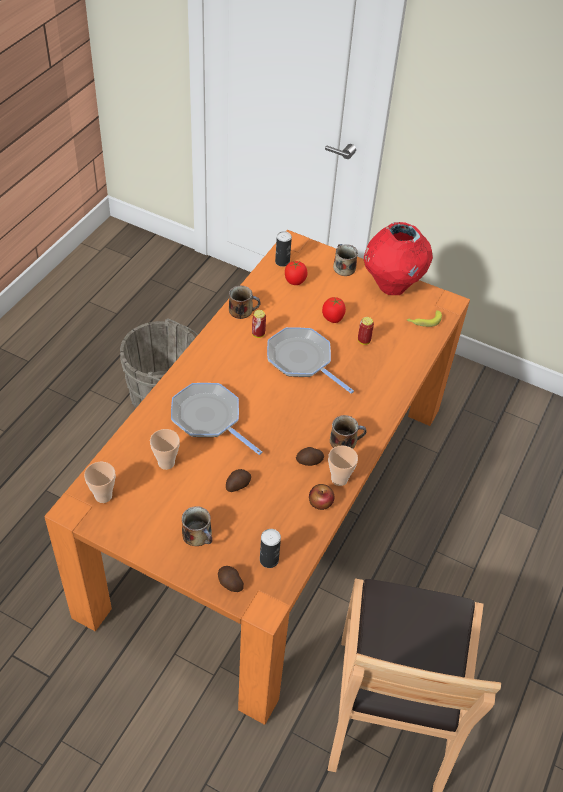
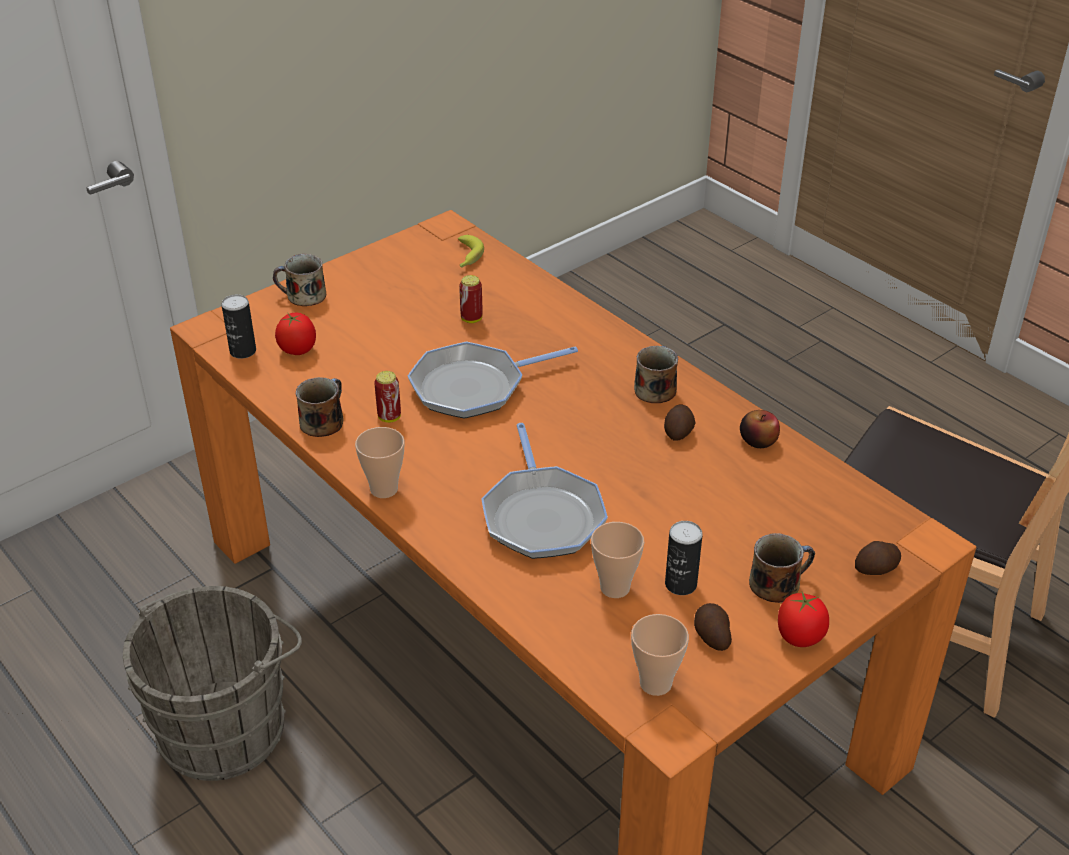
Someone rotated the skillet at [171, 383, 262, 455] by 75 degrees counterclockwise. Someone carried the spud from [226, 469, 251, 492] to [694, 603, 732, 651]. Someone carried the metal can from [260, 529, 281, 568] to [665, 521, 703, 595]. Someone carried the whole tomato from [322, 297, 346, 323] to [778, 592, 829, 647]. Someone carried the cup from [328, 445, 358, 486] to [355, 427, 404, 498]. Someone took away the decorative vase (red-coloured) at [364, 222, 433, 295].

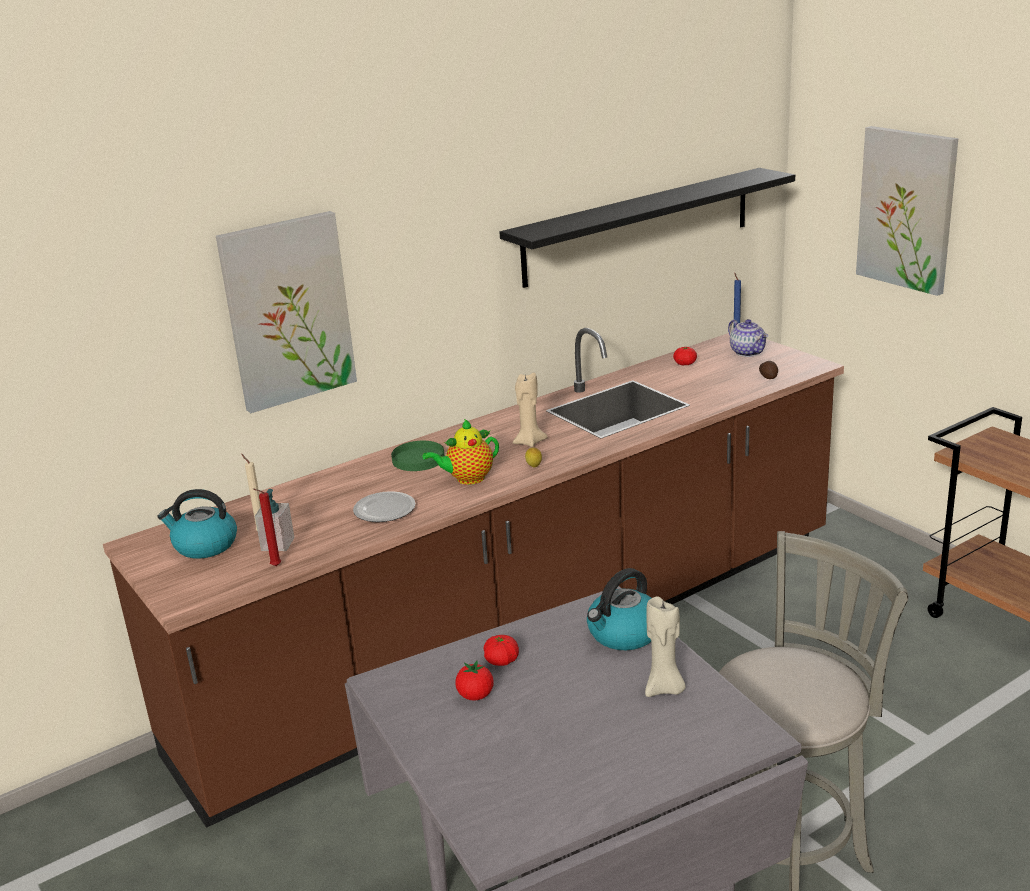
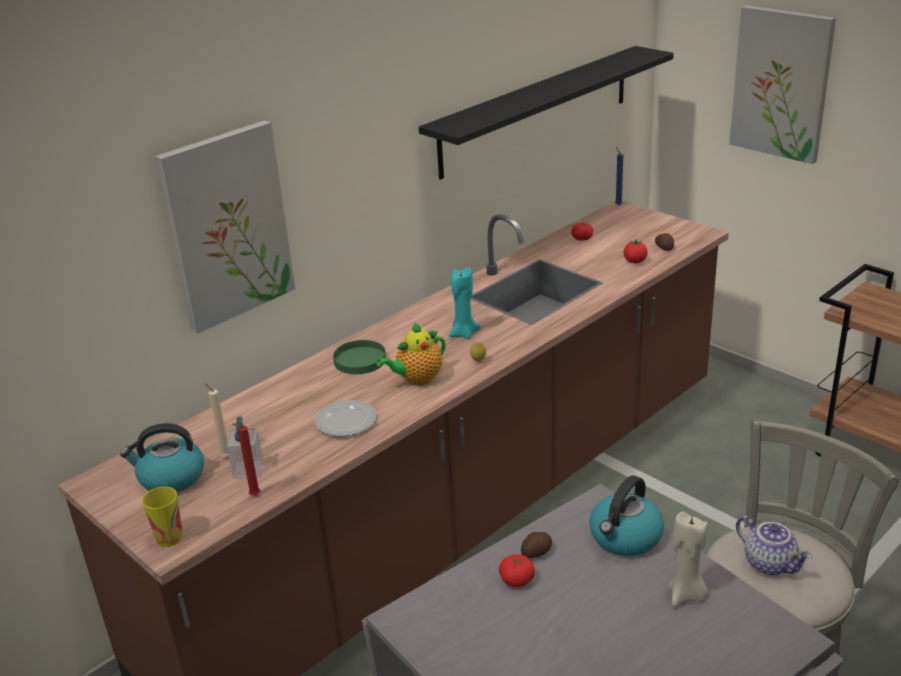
Someone carried the whole tomato from [456, 660, 494, 701] to [624, 240, 648, 263]. Someone repainted the wax light (beige) at [512, 373, 547, 447], which became the wax light (blue-green) at [449, 267, 481, 339]. Someone carried the pot for tea from [728, 319, 768, 357] to [736, 516, 812, 576]. Someone put down the cup at [142, 487, 183, 547]. Someone put down the spud at [521, 532, 552, 558].

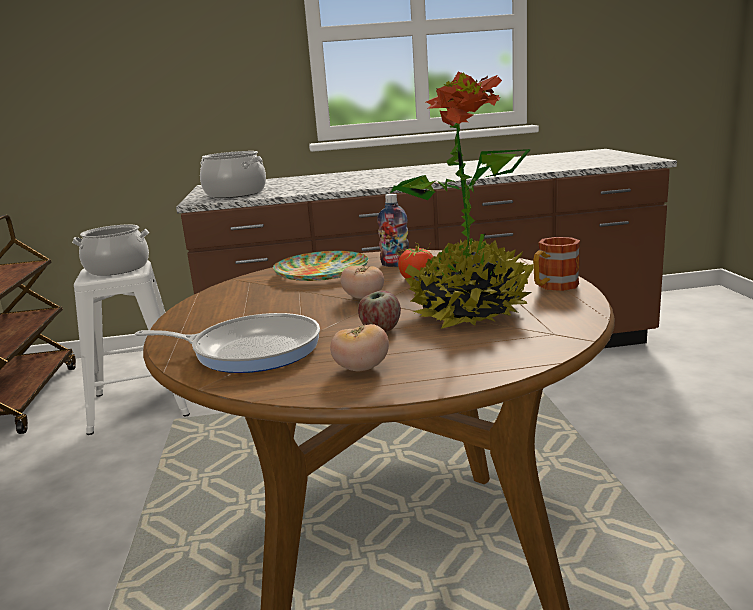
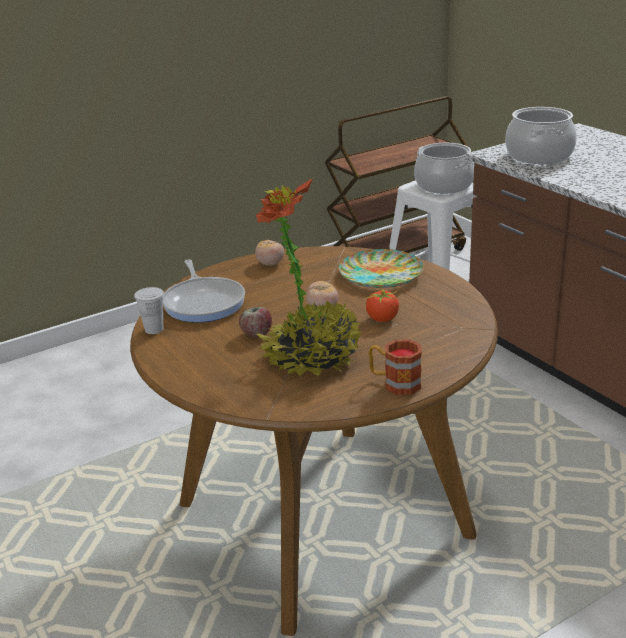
Someone carried the whole tomato from [330, 324, 389, 372] to [255, 240, 284, 266]. Someone took away the beverage bottle at [377, 194, 409, 267]. Someone put down the cup (white-coloured) at [134, 287, 164, 334].

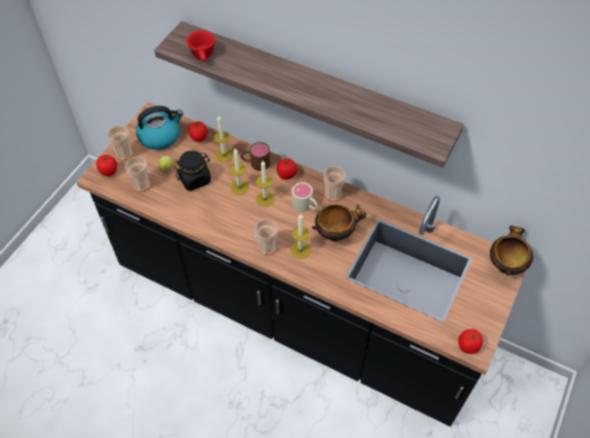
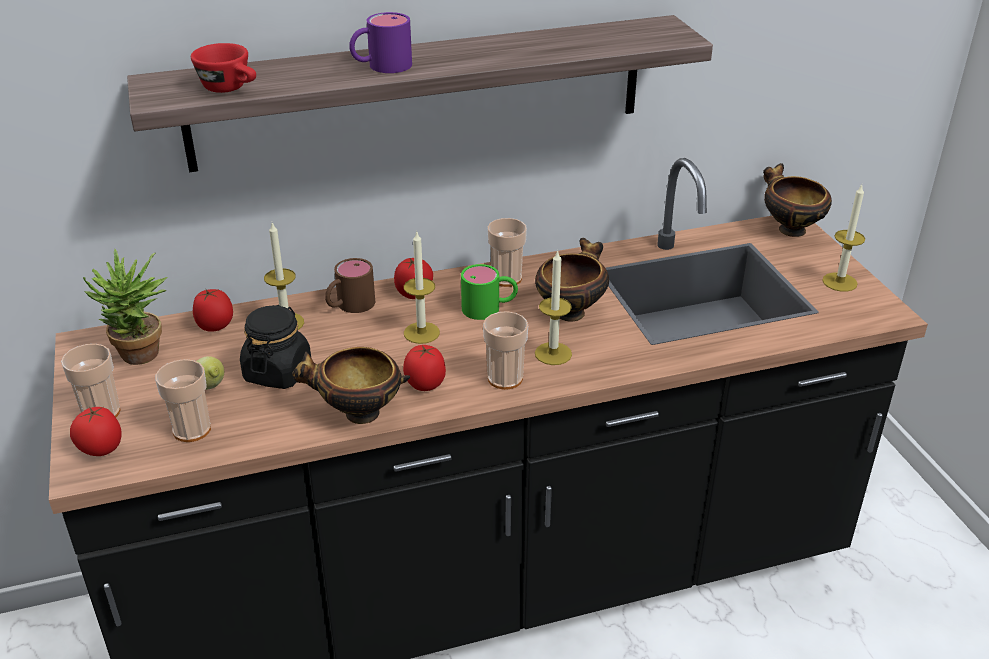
Someone swapped the water kettle at [136, 106, 183, 150] for the houseplant at [83, 249, 167, 365]. Someone carried the wax light from [229, 148, 249, 195] to [822, 185, 865, 292]. Someone repainted the tea mug (beige) at [292, 182, 318, 212], which became the tea mug (green-coloured) at [461, 264, 518, 320]. Someone carried the whole tomato from [458, 329, 483, 354] to [403, 345, 446, 391]. Someone put down the bowl at [292, 347, 410, 424]. Someone put down the tea mug (purplish) at [349, 12, 412, 73].

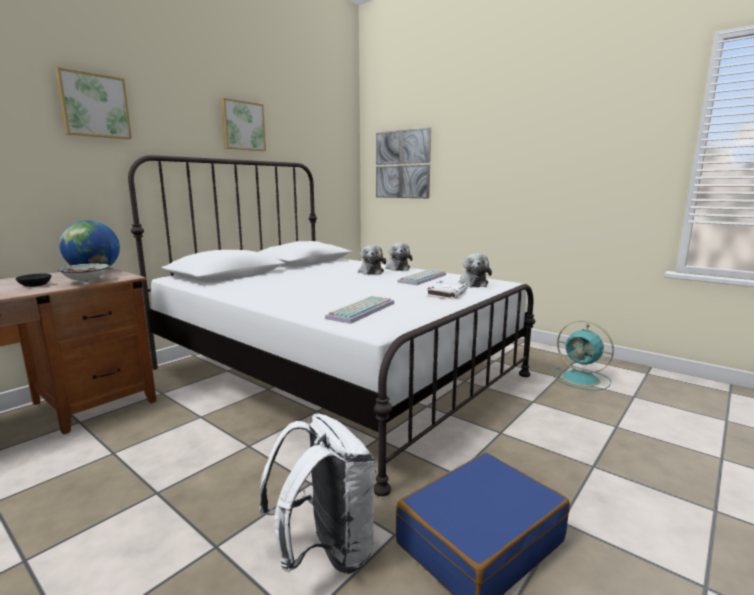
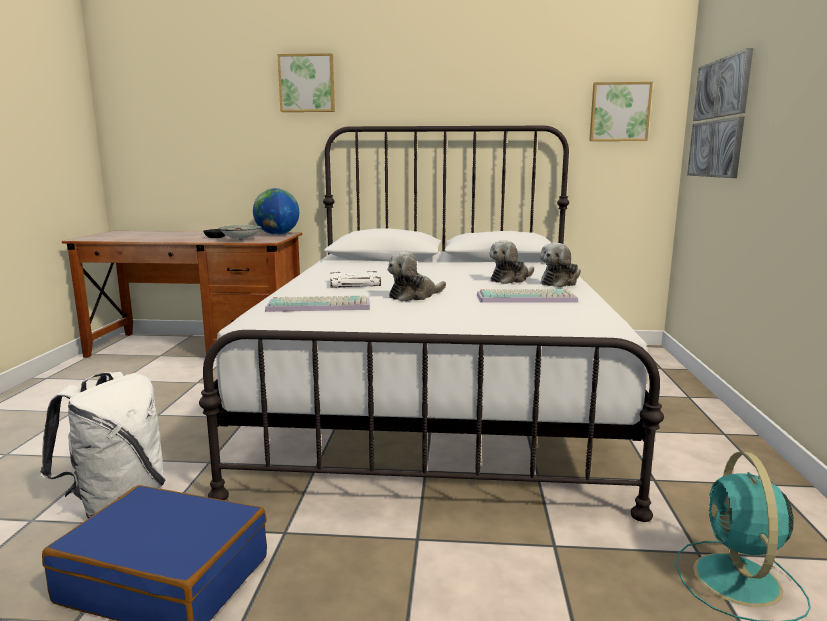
Someone carried the wall art from [220, 98, 266, 151] to [589, 82, 653, 141]. Someone carried the book (white-coloured) from [427, 281, 468, 299] to [329, 271, 381, 288]. Someone carried the soft toy from [458, 253, 492, 287] to [387, 251, 446, 302].

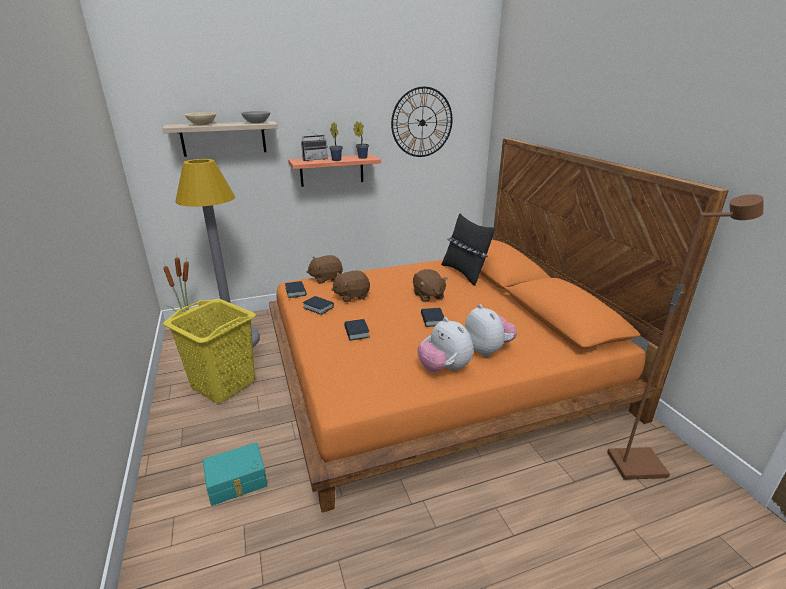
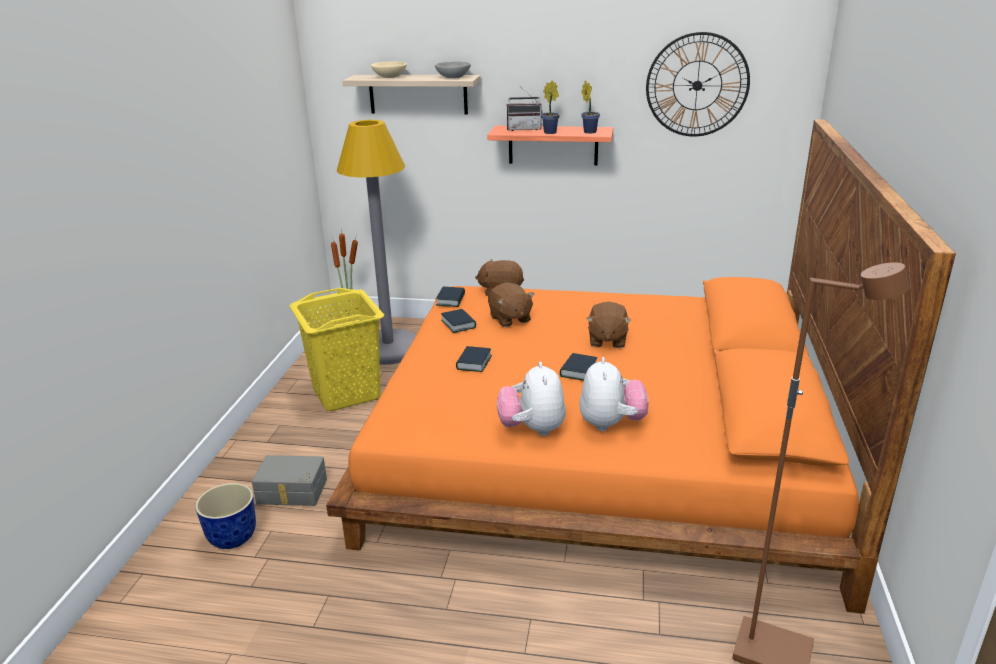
Someone repainted the storage container (blue-green) at [203, 442, 268, 506], which became the storage container (greyish) at [252, 455, 327, 506]. Someone rotated the soft toy (brownish) at [331, 270, 370, 302] by 120 degrees counterclockwise. Someone took away the throw pillow (blackish) at [441, 213, 496, 286]. Someone put down the flower pot at [195, 483, 256, 549].

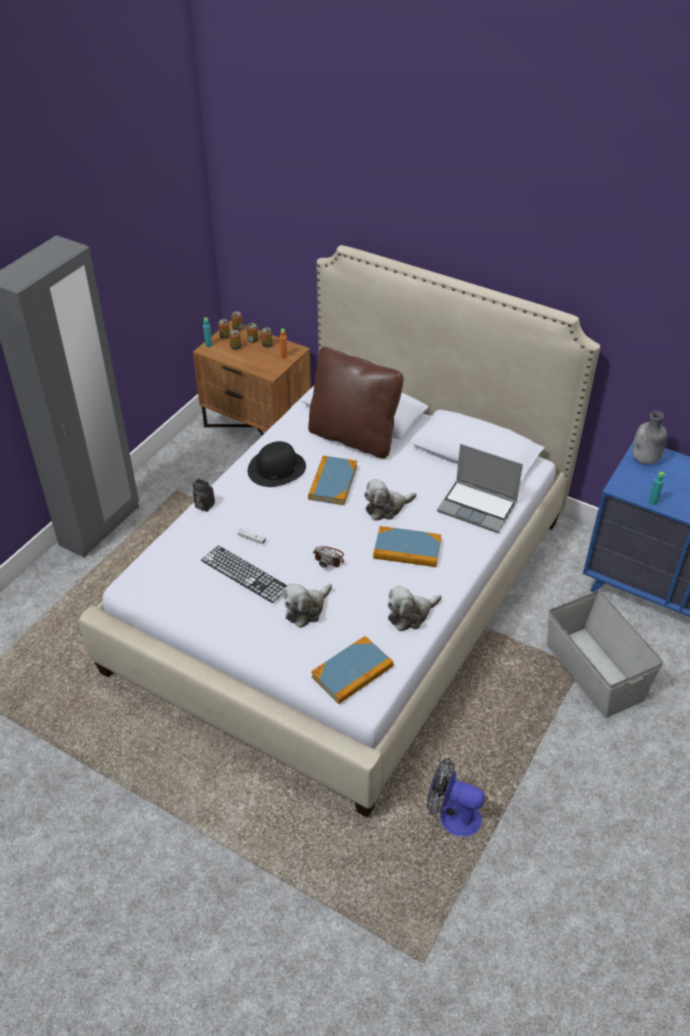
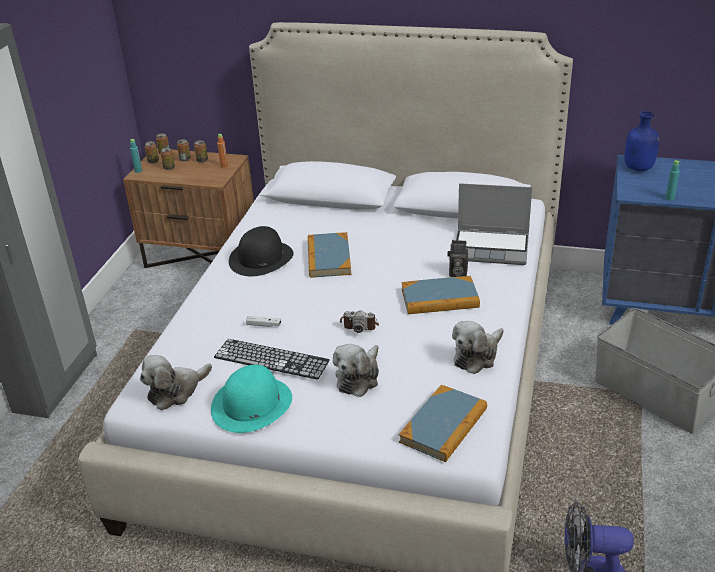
Someone carried the still camera from [193, 478, 215, 512] to [447, 240, 468, 277]. Someone took away the throw pillow (brownish) at [308, 347, 404, 459]. Someone carried the soft toy from [364, 479, 416, 521] to [140, 355, 212, 410]. Someone repainted the beverage bottle (greyish) at [632, 411, 667, 464], which became the beverage bottle (bluish) at [625, 111, 659, 171]. Someone put down the wearable hat (blue-green) at [211, 365, 292, 433].

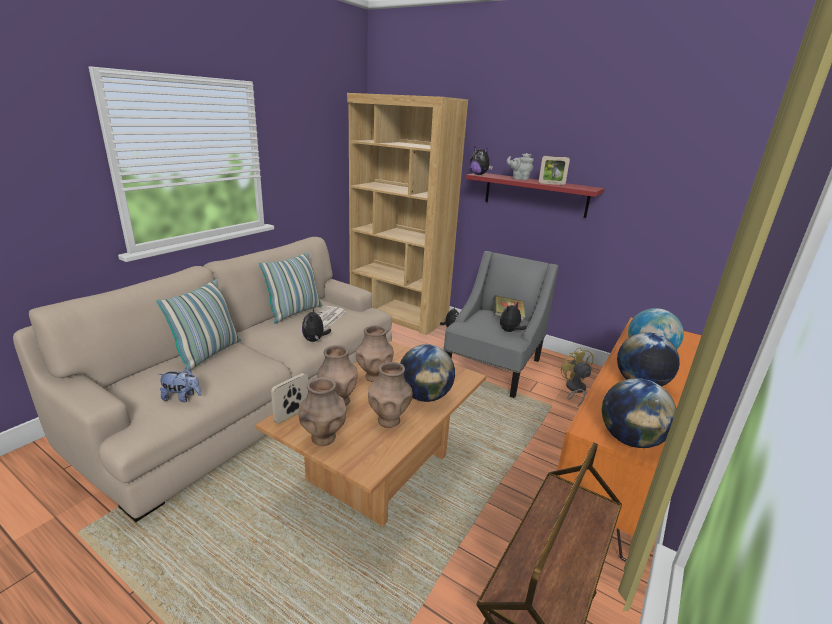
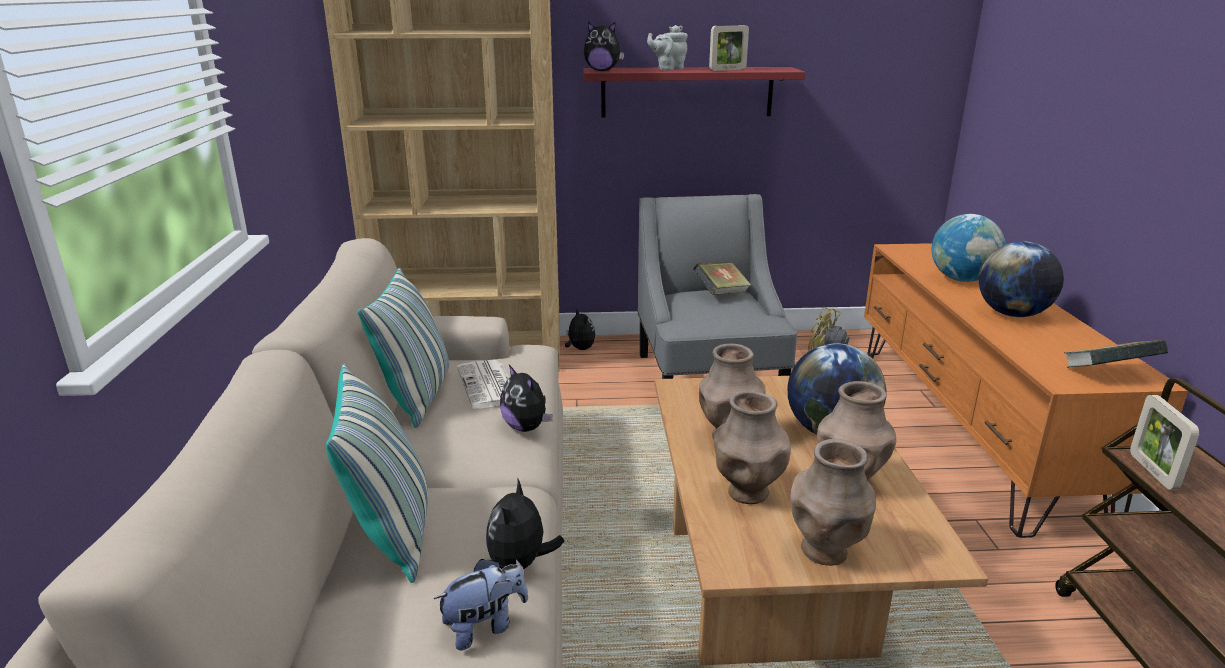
Someone carried the picture frame from [271, 373, 308, 424] to [1130, 395, 1200, 490]. Someone carried the soft toy from [500, 302, 526, 332] to [486, 479, 564, 575]. Someone swapped the globe at [602, 378, 677, 448] for the book at [1064, 340, 1168, 368].

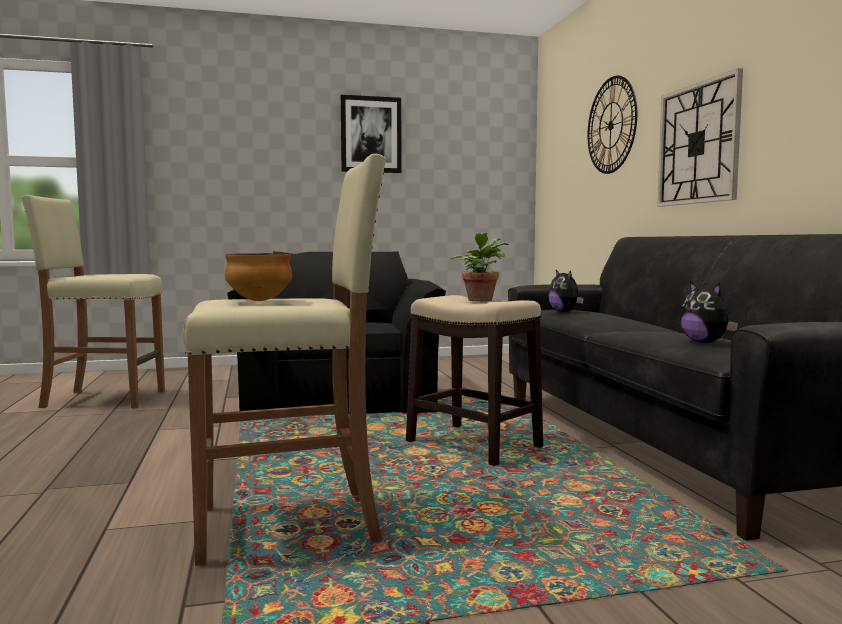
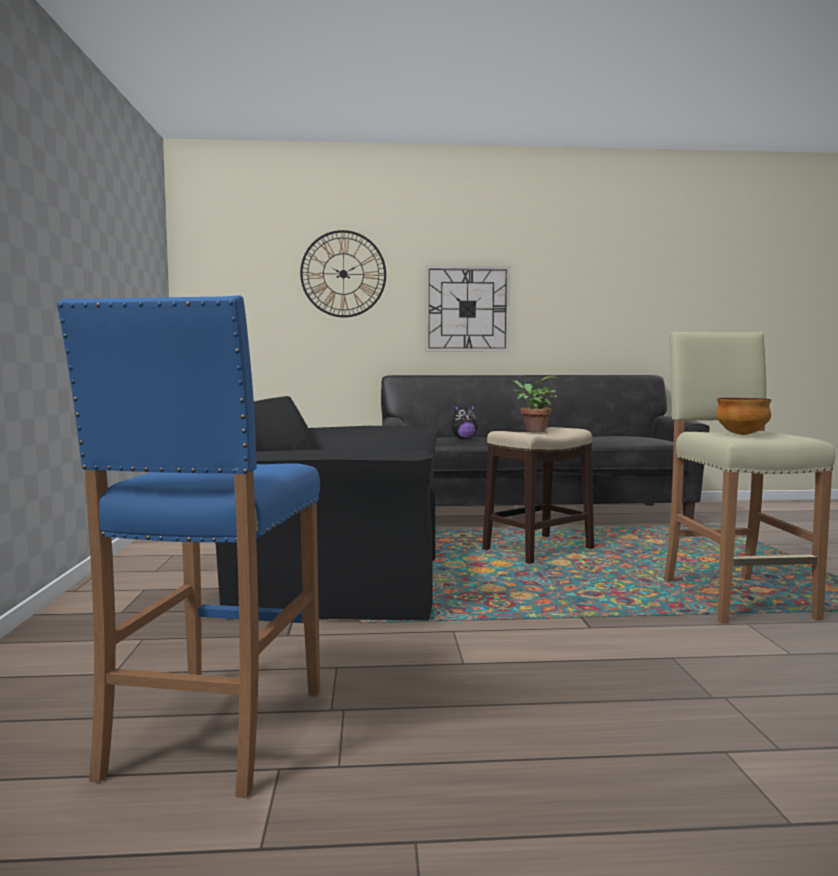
Someone repainted the stool seat (beige) at [21, 195, 165, 409], which became the stool seat (bluish) at [57, 295, 320, 798]. Someone took away the wall art at [341, 95, 402, 173]. Someone took away the soft toy at [680, 281, 738, 343].

